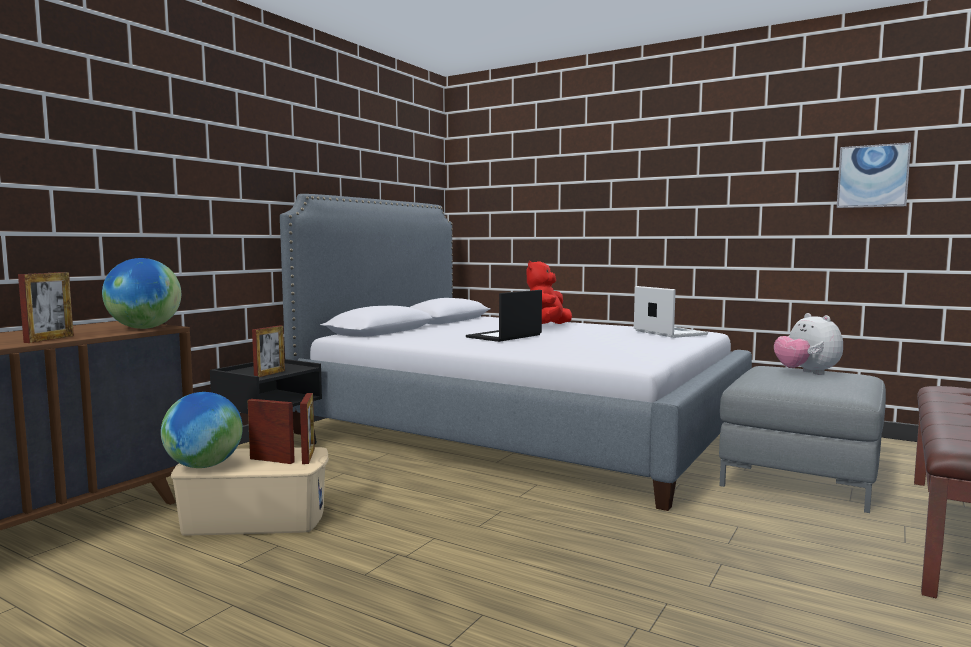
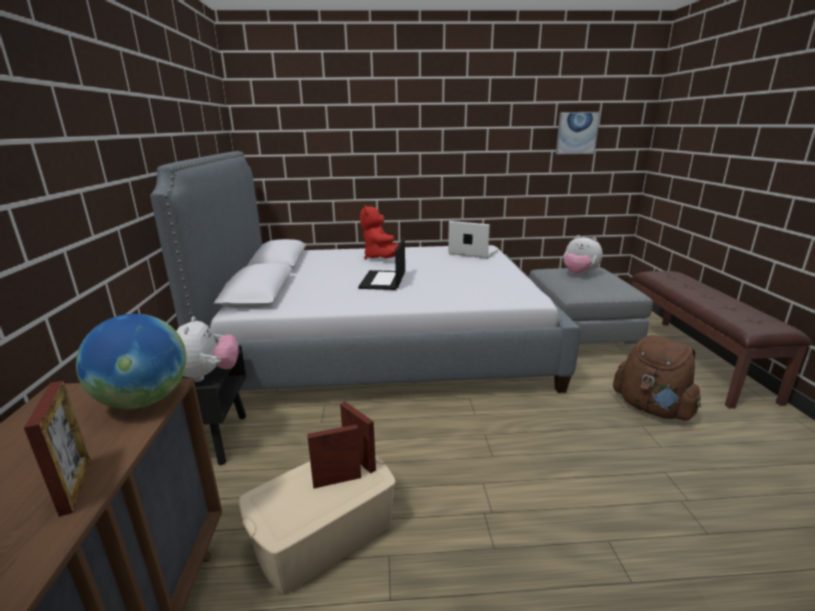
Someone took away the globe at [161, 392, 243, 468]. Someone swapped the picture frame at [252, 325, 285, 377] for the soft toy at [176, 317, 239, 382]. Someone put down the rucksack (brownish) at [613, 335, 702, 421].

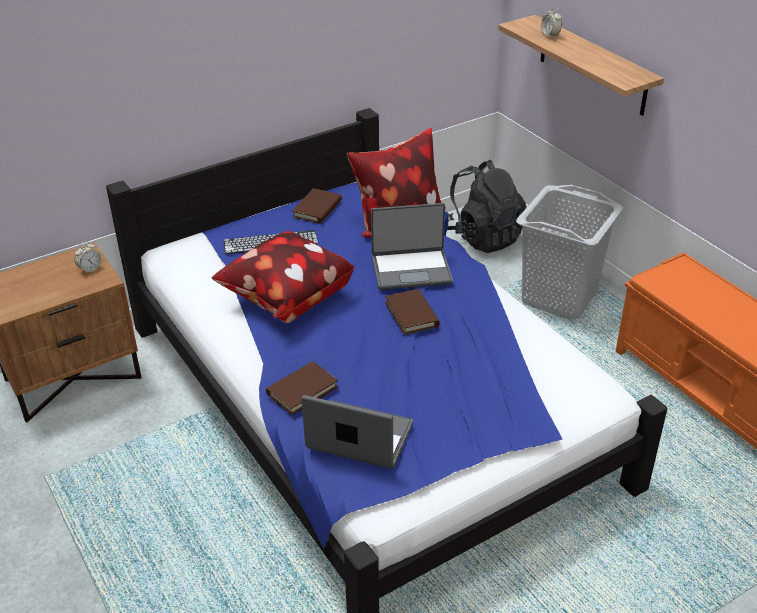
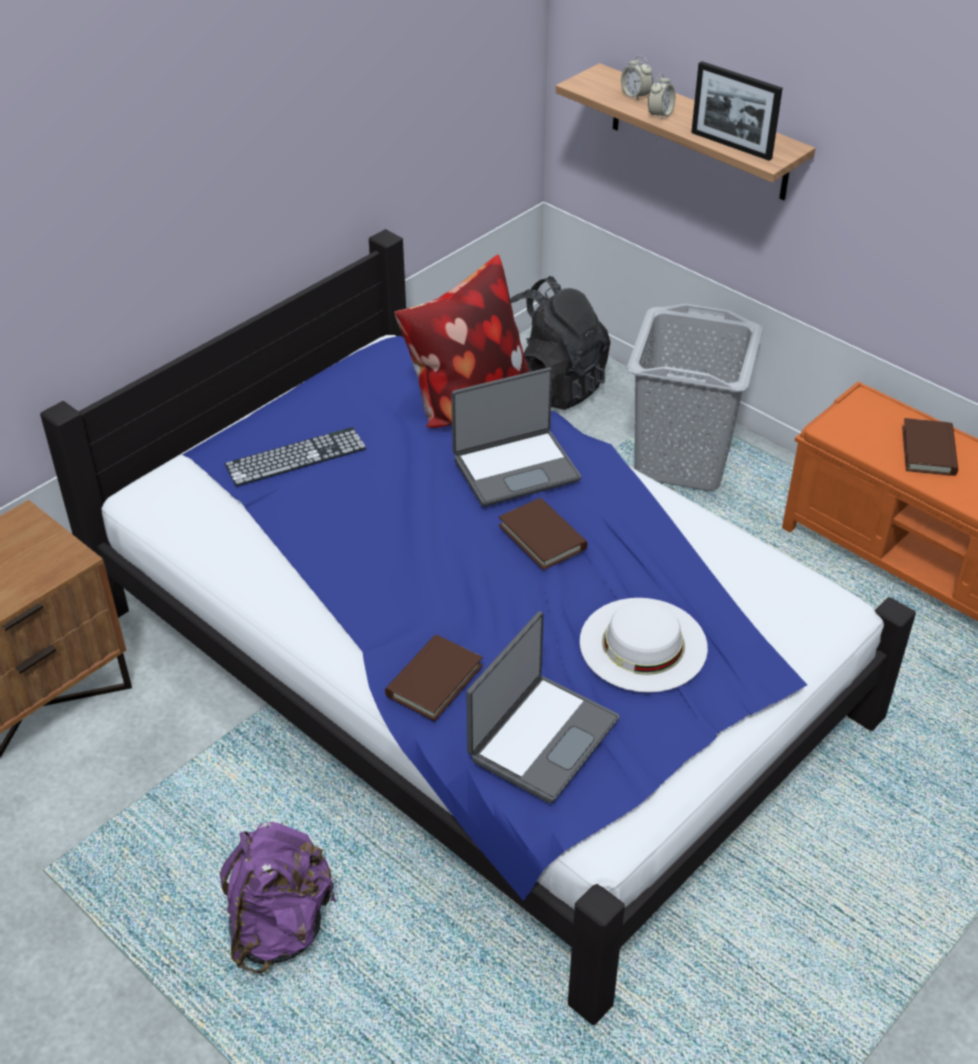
Someone carried the bedside clock from [75, 241, 101, 275] to [648, 73, 675, 121]. Someone took away the throw pillow at [211, 231, 354, 323]. Someone carried the book (brownish) from [292, 188, 342, 224] to [902, 418, 958, 476]. Someone rotated the portable computer at [301, 395, 413, 469] by 120 degrees clockwise. Someone put down the rucksack (purplish) at [220, 822, 336, 973]. Someone put down the wearable hat (white-coloured) at [580, 598, 708, 692]. Someone put down the picture frame at [691, 61, 783, 161].

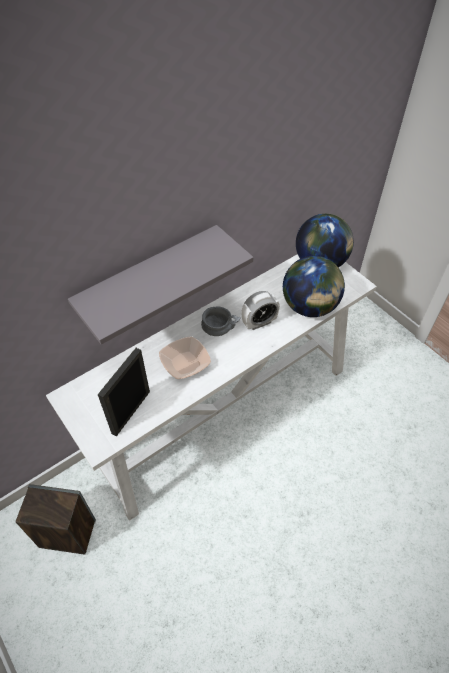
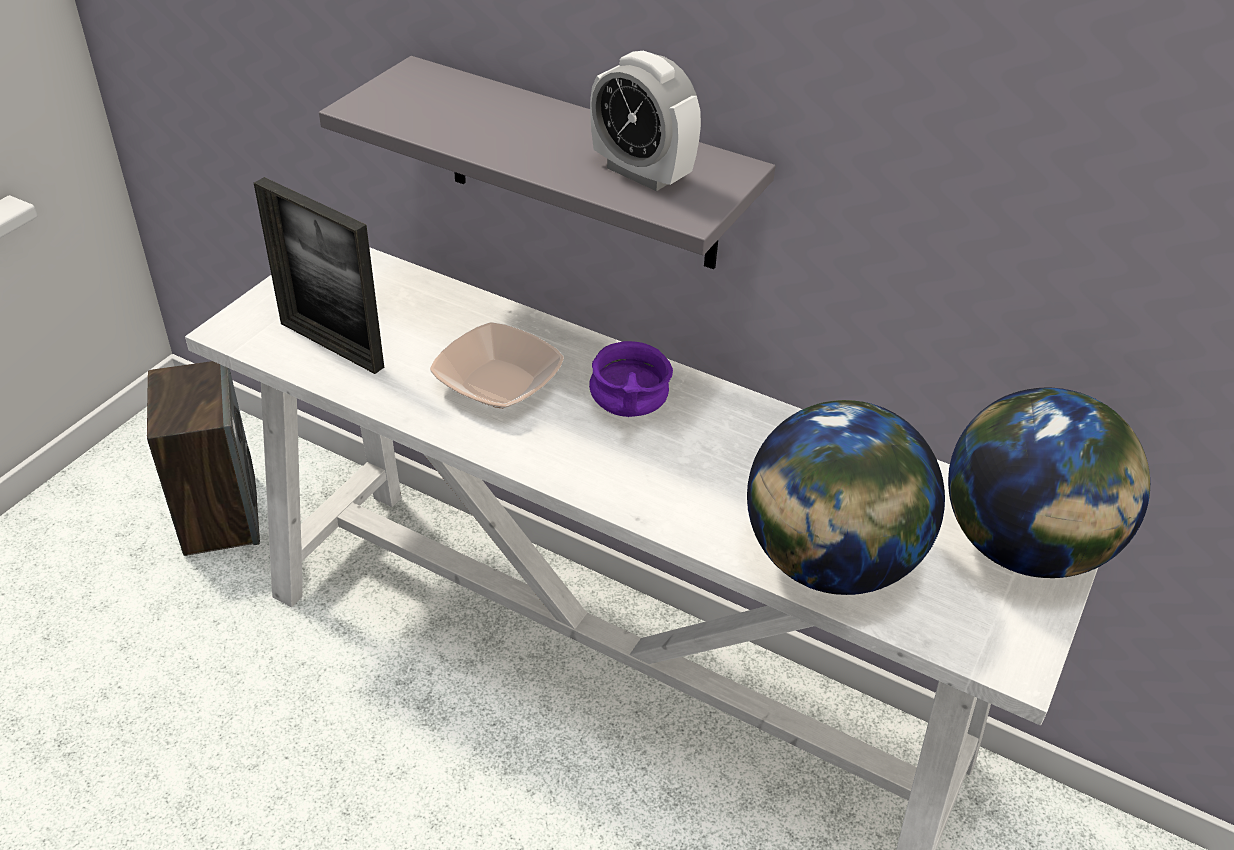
Someone rotated the picture frame at [98, 348, 150, 437] by 150 degrees counterclockwise. Someone repainted the bowl (greyish) at [201, 307, 241, 336], which became the bowl (purplish) at [589, 341, 673, 417]. Someone carried the bedside clock from [242, 291, 280, 330] to [590, 51, 701, 191].

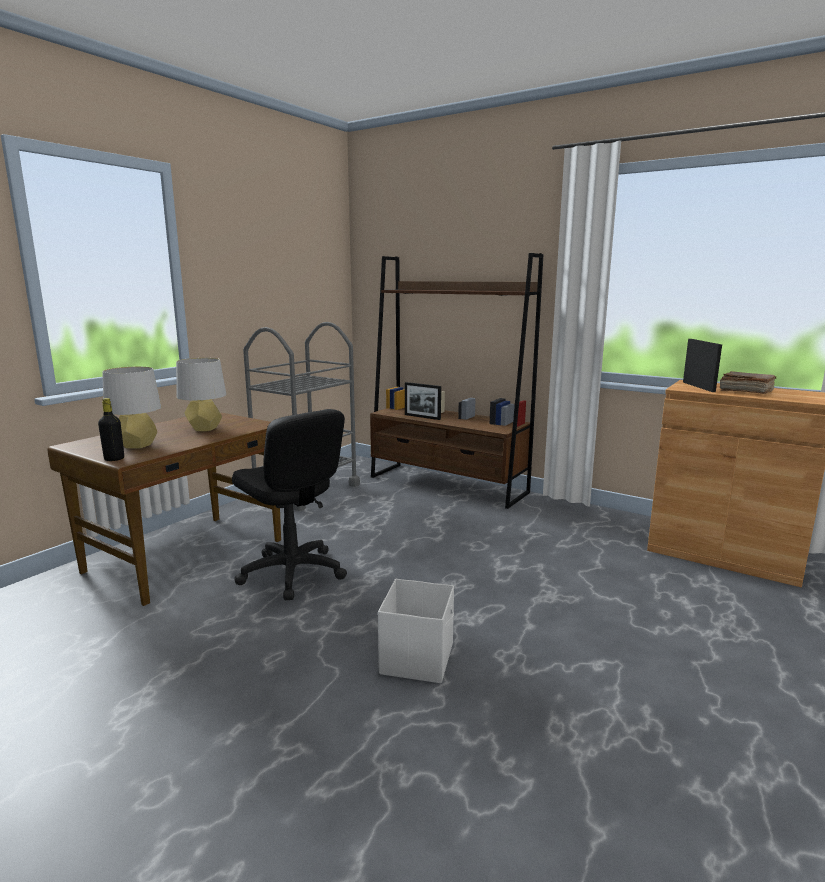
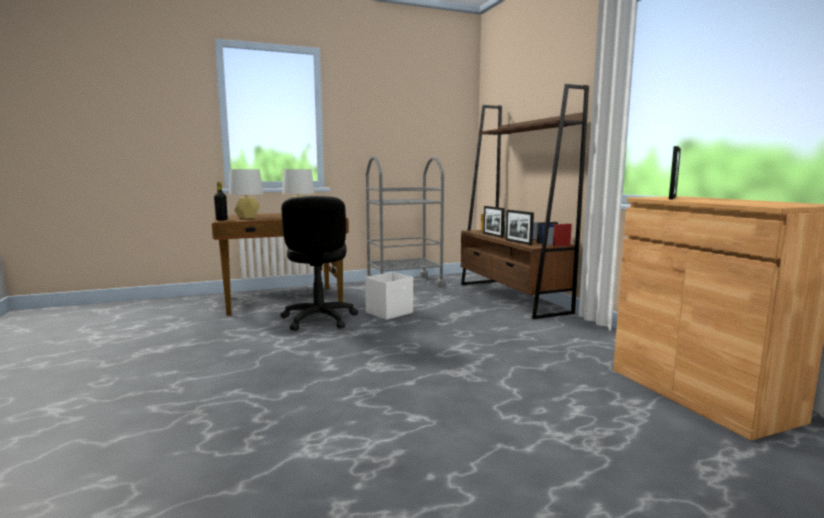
Someone carried the storage container (white-coloured) from [378, 579, 454, 683] to [365, 272, 413, 320]. Someone took away the book (brownish) at [719, 371, 776, 394]. Someone put down the picture frame at [506, 210, 534, 245].

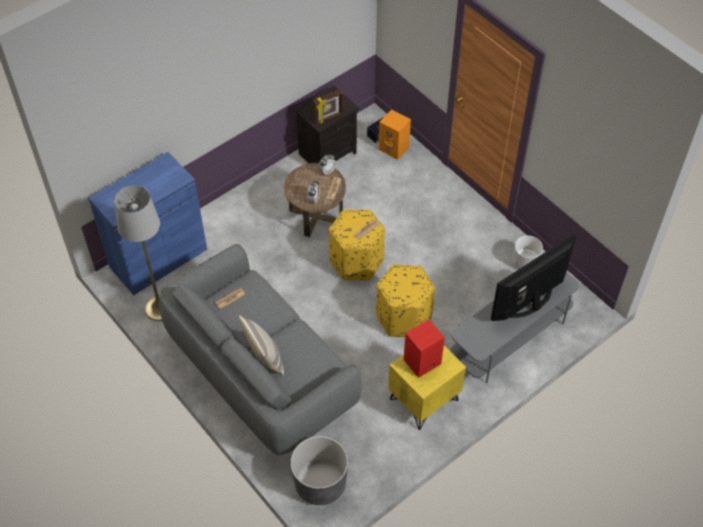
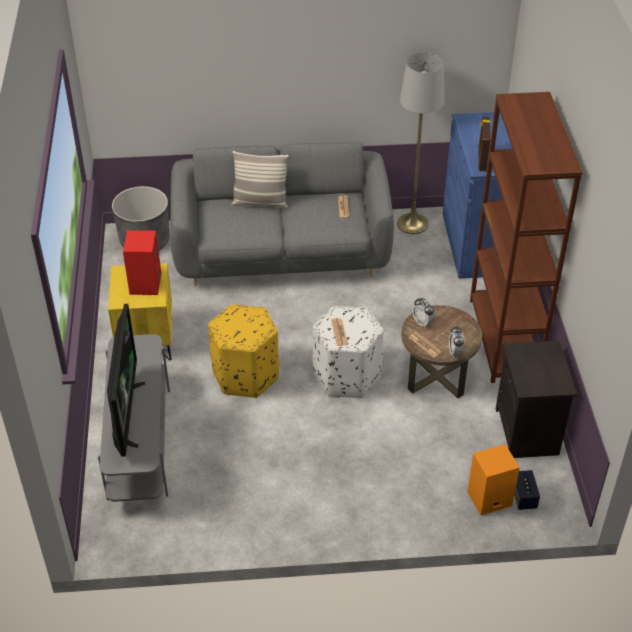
Someone carried the picture frame from [313, 89, 343, 125] to [478, 117, 490, 171]. Someone repainted the pouffe (yellowish) at [329, 209, 385, 280], which became the pouffe (white-coloured) at [313, 306, 384, 398]. Someone took away the flower pot (white-coloured) at [512, 236, 543, 269]. Someone put down the shelving unit (brownish) at [470, 92, 583, 383].

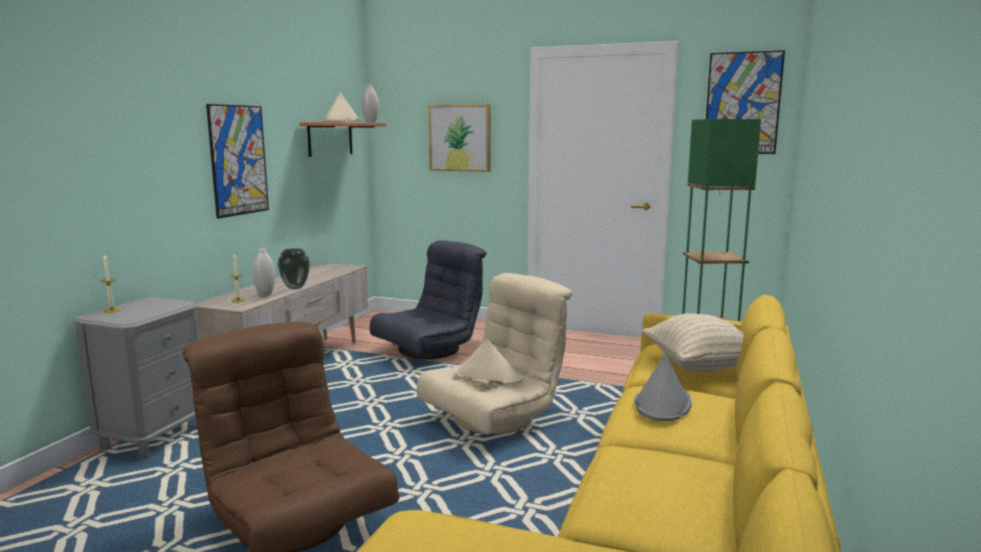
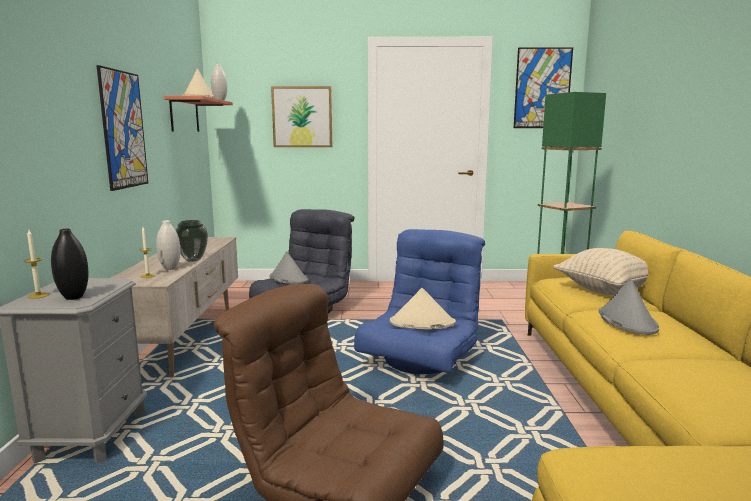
Someone repainted the armchair (beige) at [417, 273, 572, 434], which became the armchair (bluish) at [354, 229, 485, 374]. Someone put down the decorative vase (blackish) at [51, 229, 89, 300]. Someone put down the wearable hat (greyish) at [270, 251, 308, 284].

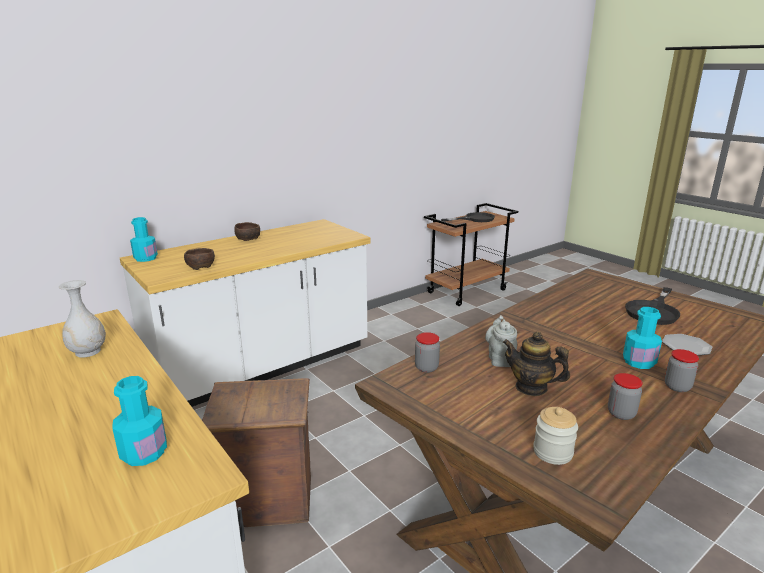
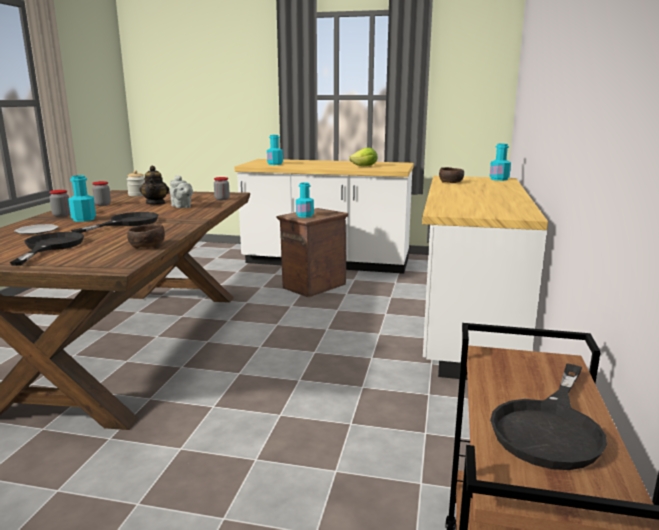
Someone swapped the decorative vase (white-coloured) at [59, 280, 106, 358] for the lettuce at [349, 147, 377, 166]. Someone carried the bowl (brownish) from [234, 222, 260, 241] to [127, 224, 165, 249]. Someone rotated the pot for tea at [502, 332, 570, 396] by 90 degrees clockwise. Someone put down the skillet (blackish) at [71, 212, 158, 233]. Someone put down the beverage bottle (blue-green) at [296, 183, 314, 217].

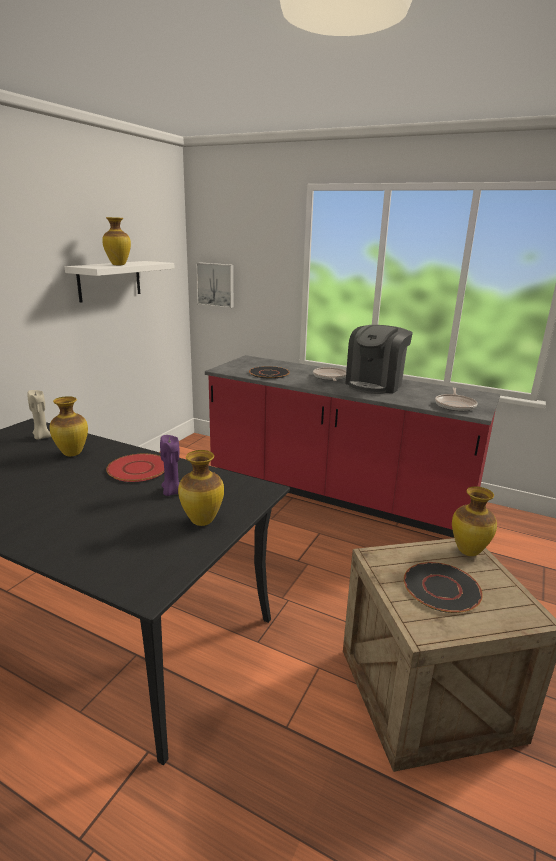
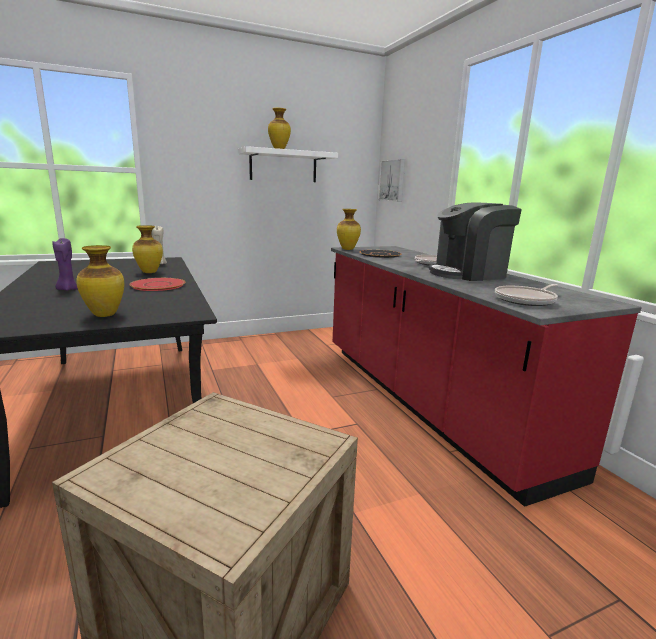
Someone carried the wax light (purplish) from [160, 435, 180, 496] to [52, 238, 78, 291]. Someone took away the dinner plate (blackish) at [404, 562, 483, 613]. Someone carried the decorative vase from [452, 486, 497, 556] to [337, 209, 361, 250].

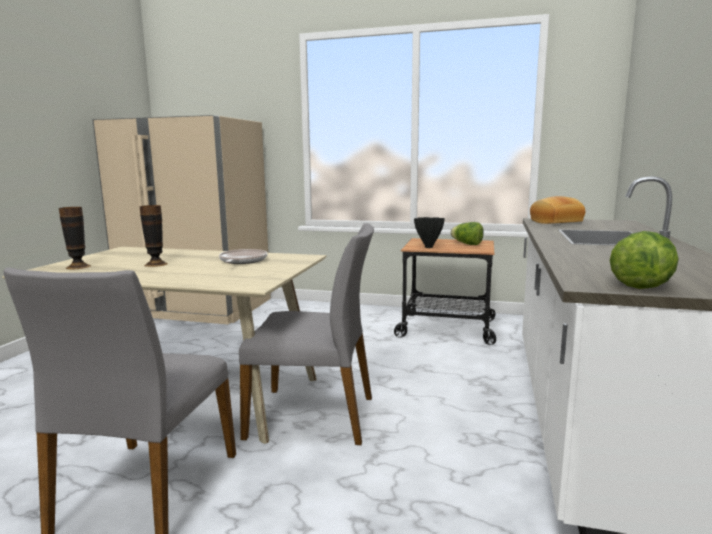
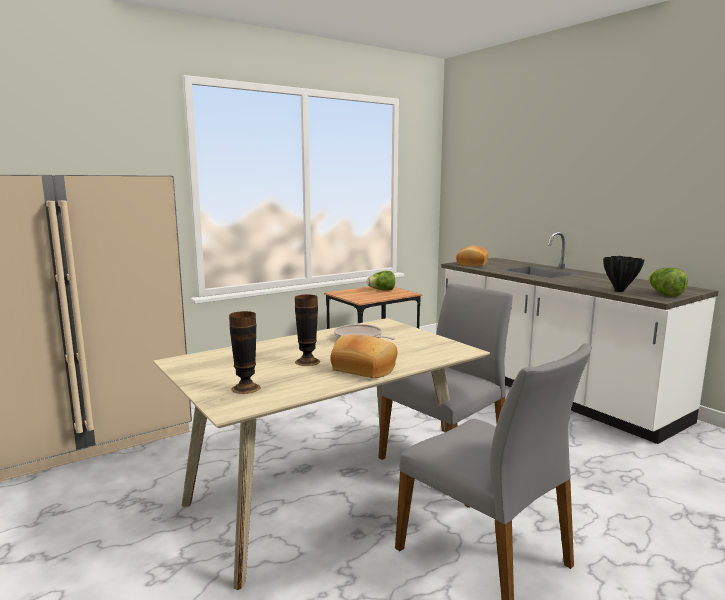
Someone carried the decorative vase (blackish) from [414, 217, 445, 248] to [603, 256, 644, 292]. Someone put down the baked bread at [330, 335, 397, 378].

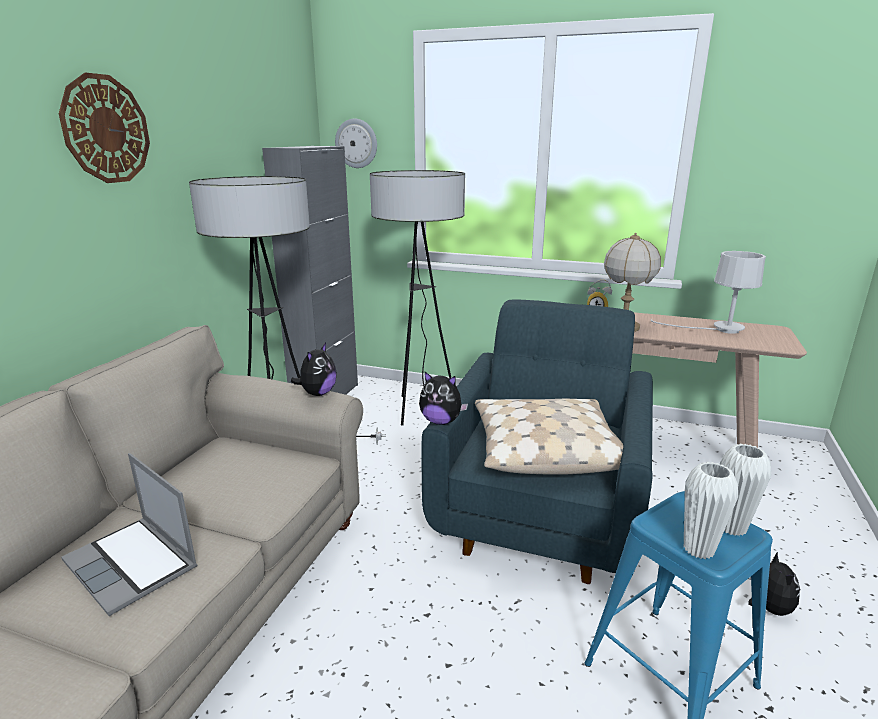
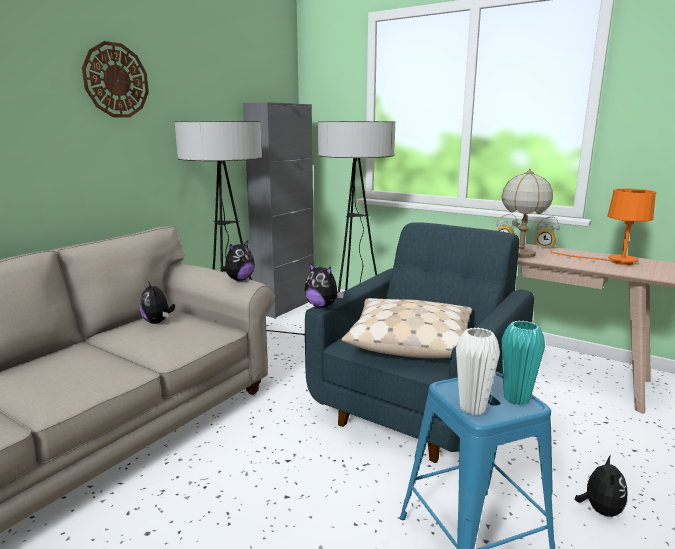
Someone took away the portable computer at [61, 453, 197, 616]. Someone took away the clock on the wall at [335, 118, 377, 168]. Someone repainted the tabletop lamp (white-coloured) at [651, 251, 766, 334], which became the tabletop lamp (orange-coloured) at [550, 188, 656, 265]. Someone repainted the decorative vase (white-coloured) at [720, 444, 771, 536], which became the decorative vase (blue-green) at [502, 320, 545, 405]. Someone put down the soft toy at [140, 281, 175, 324]. Someone put down the bedside clock at [536, 216, 560, 248].

